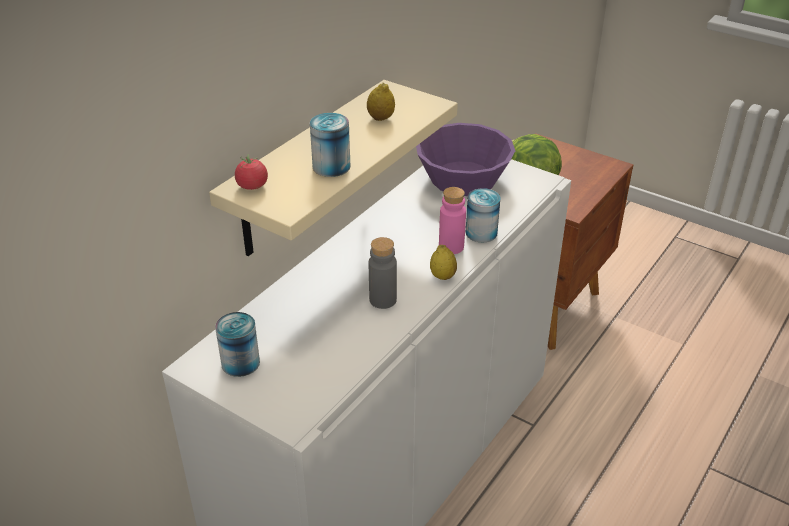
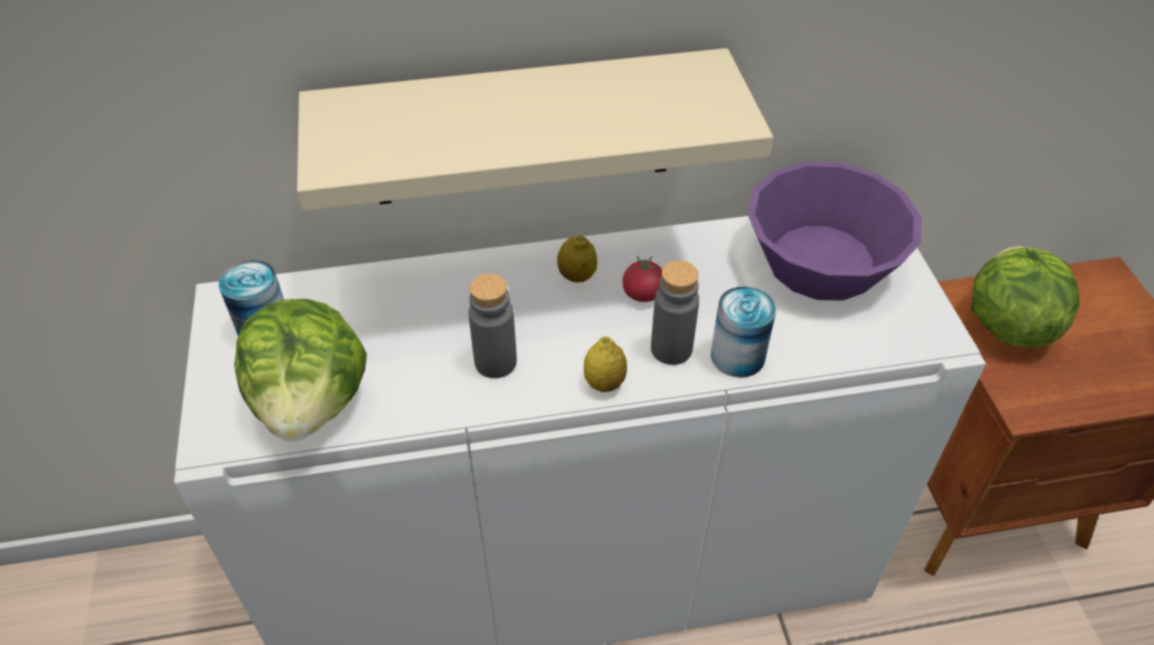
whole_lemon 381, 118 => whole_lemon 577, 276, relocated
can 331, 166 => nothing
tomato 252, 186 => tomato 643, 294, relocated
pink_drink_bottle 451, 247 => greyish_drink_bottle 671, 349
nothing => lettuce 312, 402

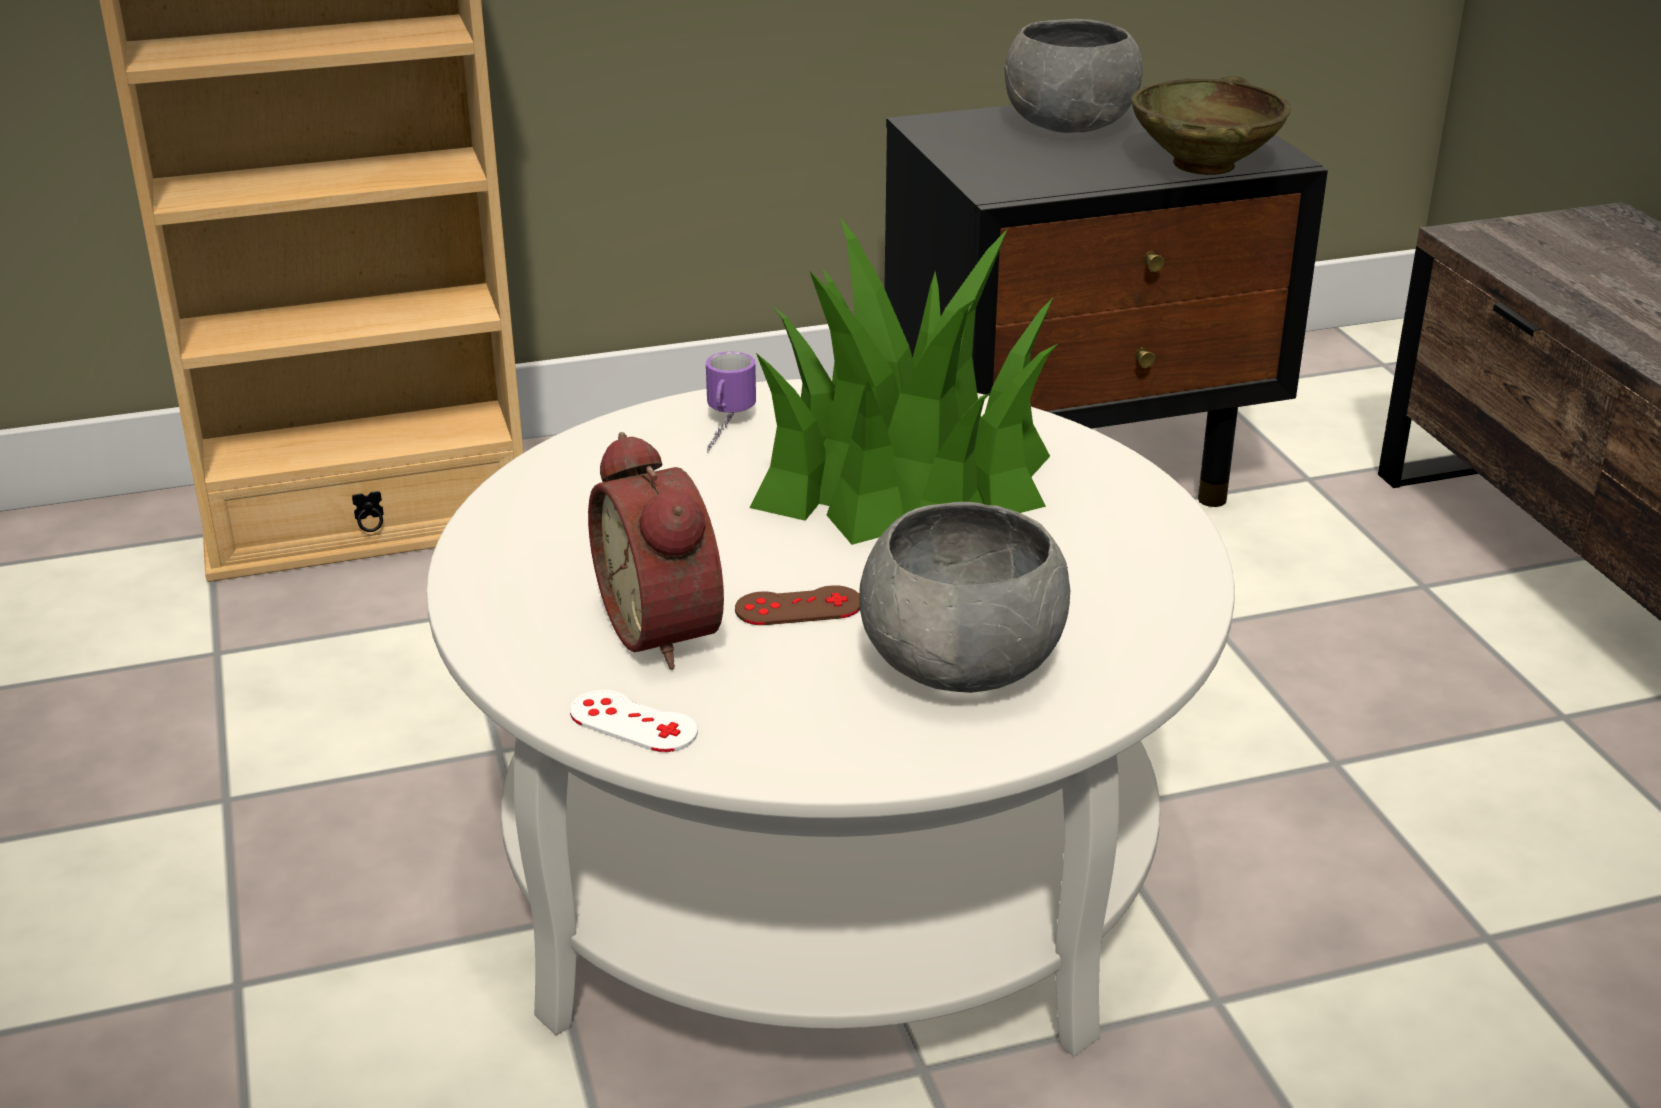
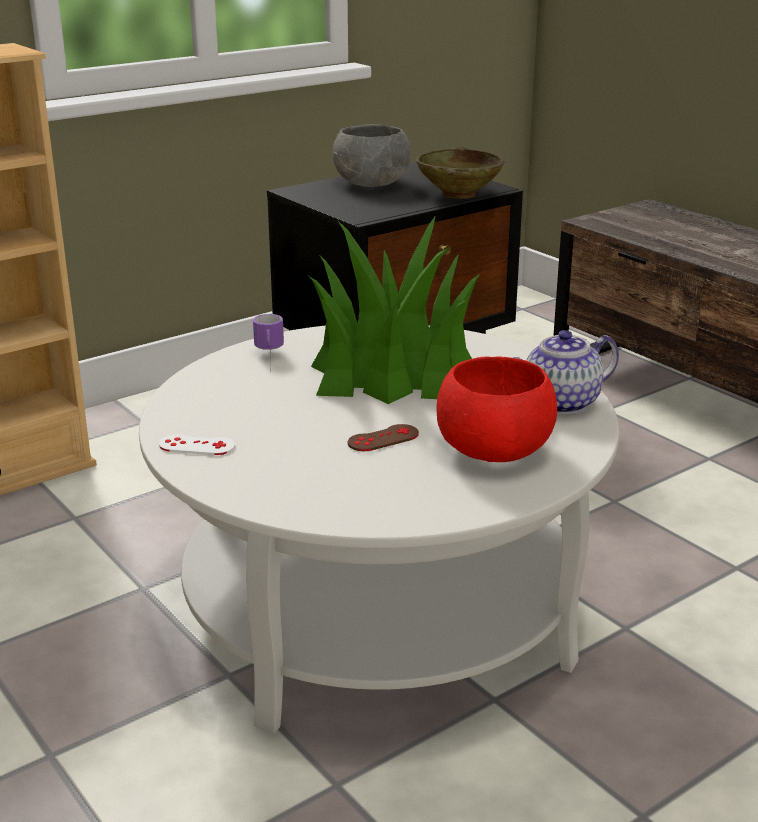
alarm_clock 669, 629 => nothing
greyish_deep_dish 959, 664 => reddish_deep_dish 492, 450
white-coloured_game_controller 633, 722 => white-coloured_game_controller 197, 445, relocated
nothing => tea_pot 561, 403

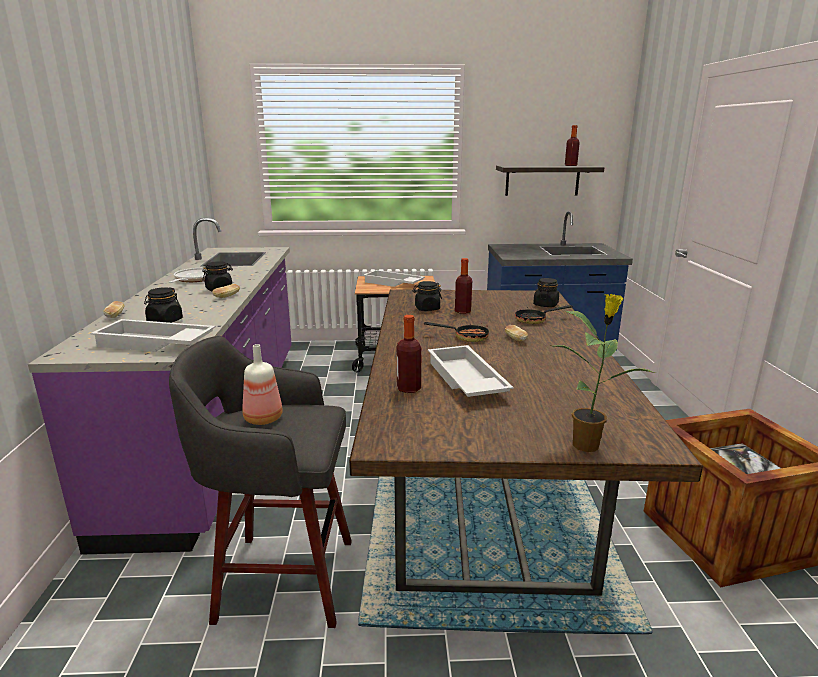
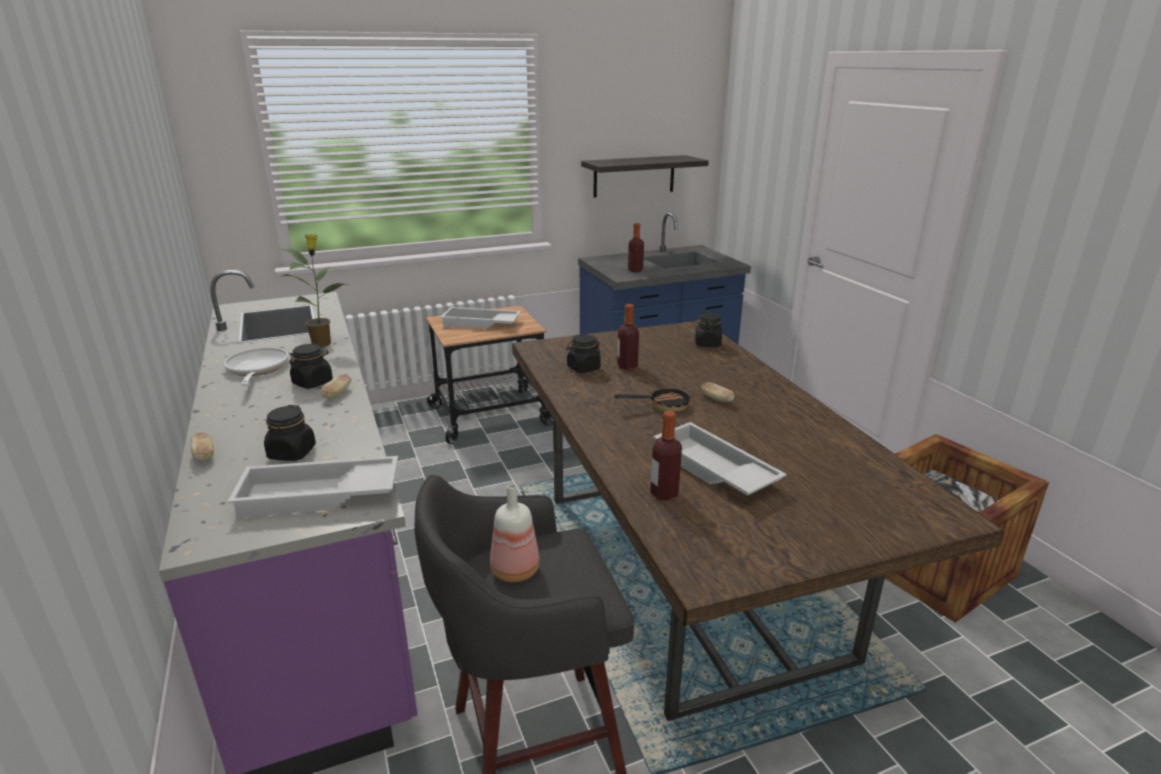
drink_bottle 570, 165 => drink_bottle 635, 270, relocated
plant_in_a_pot 587, 445 => plant_in_a_pot 323, 343, relocated
skillet 535, 320 => nothing

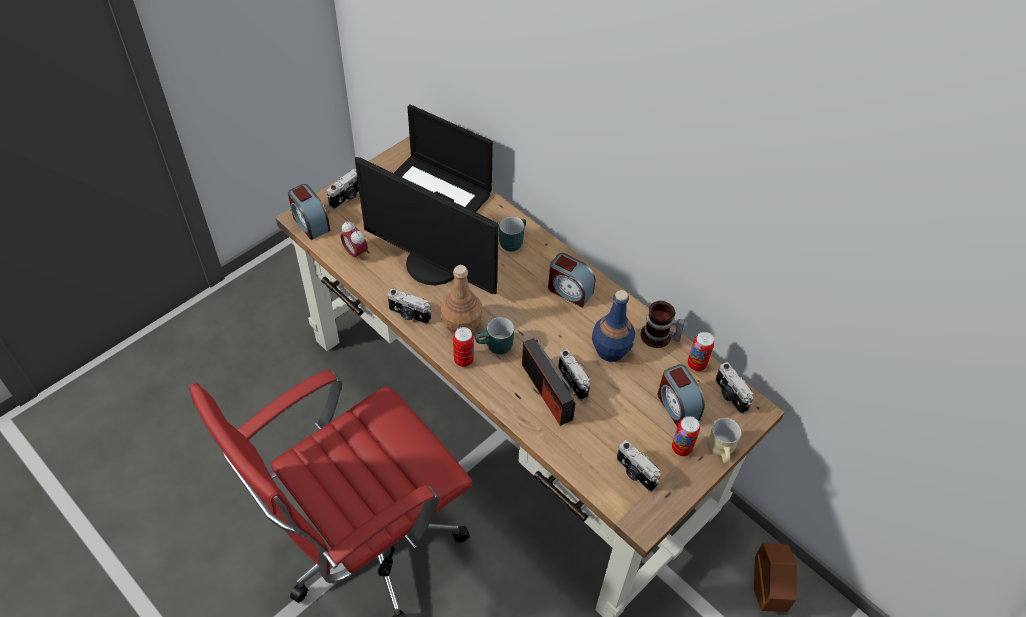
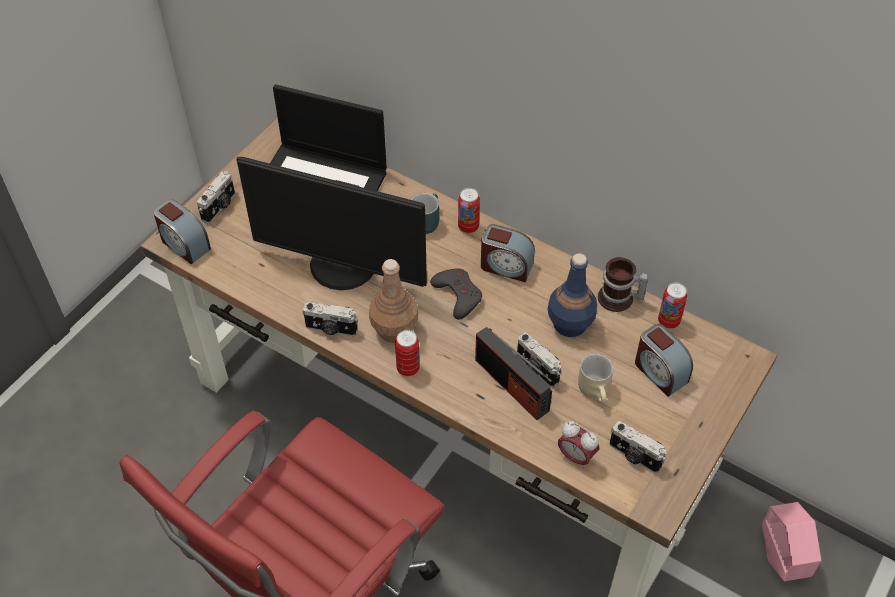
alarm_clock 355, 253 => alarm_clock 576, 456, relocated
blue-green_mug 495, 347 => nothing
still_camera 729, 395 => nothing
can 681, 448 => can 468, 227, relocated
sand-coloured_mug 722, 450 => sand-coloured_mug 597, 391, relocated
brown_plant_pot 766, 590 => pink_plant_pot 781, 558
nothing => greyish_game_controller 458, 295

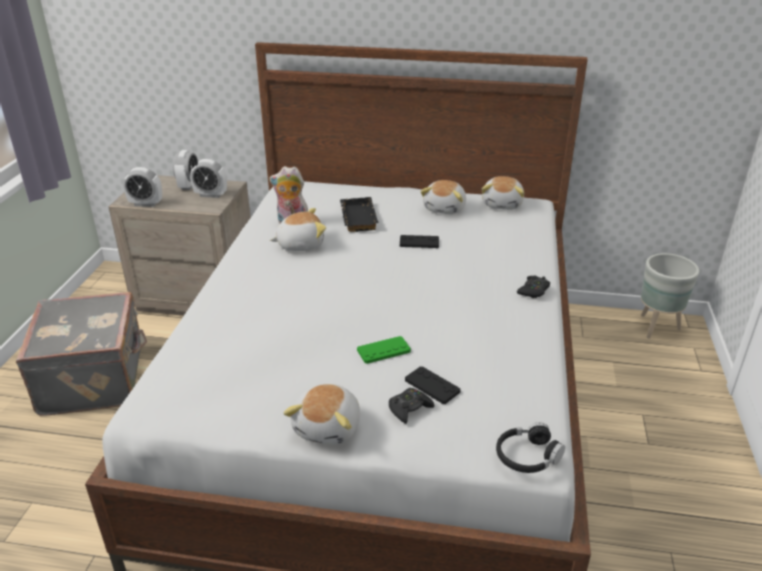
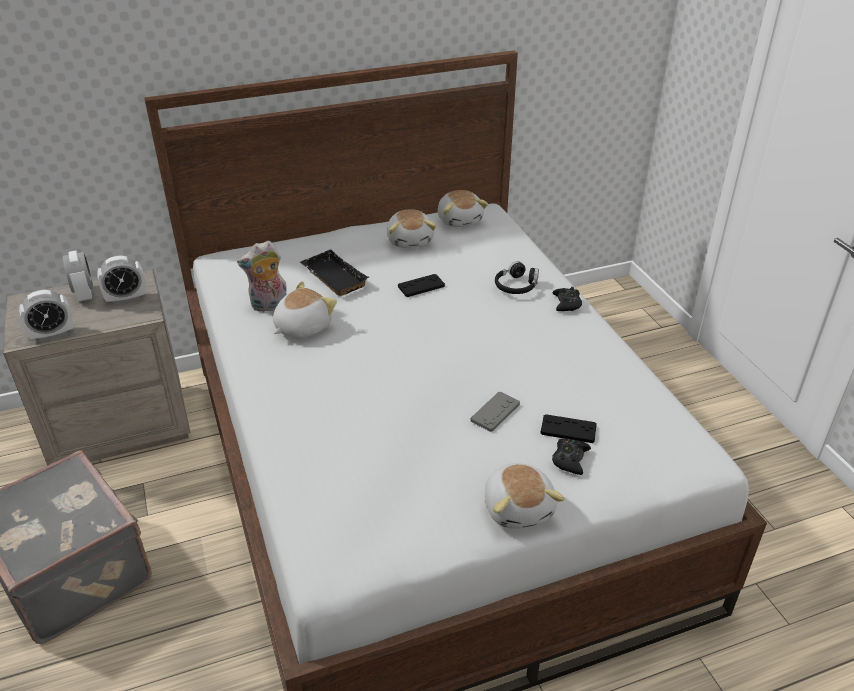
greyish_plant_pot 657, 328 => nothing
green_game_controller 383, 351 => greyish_game_controller 495, 412
black_headset 527, 456 => black_headset 516, 286, relocated

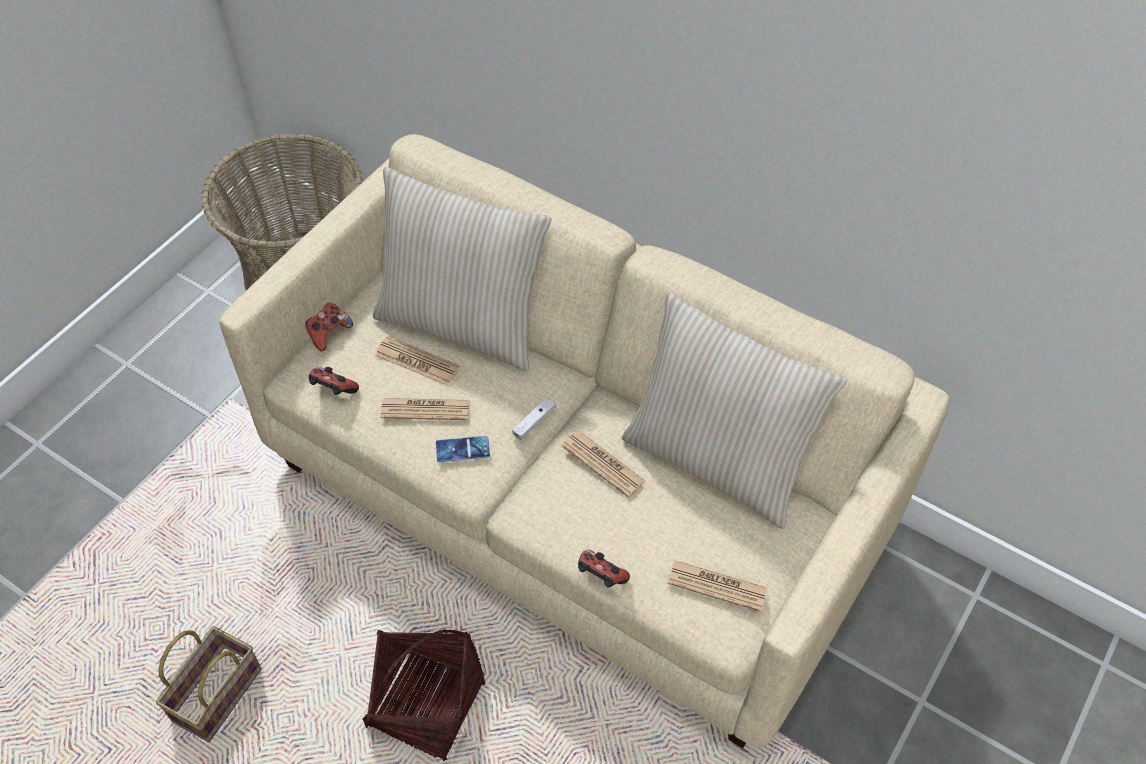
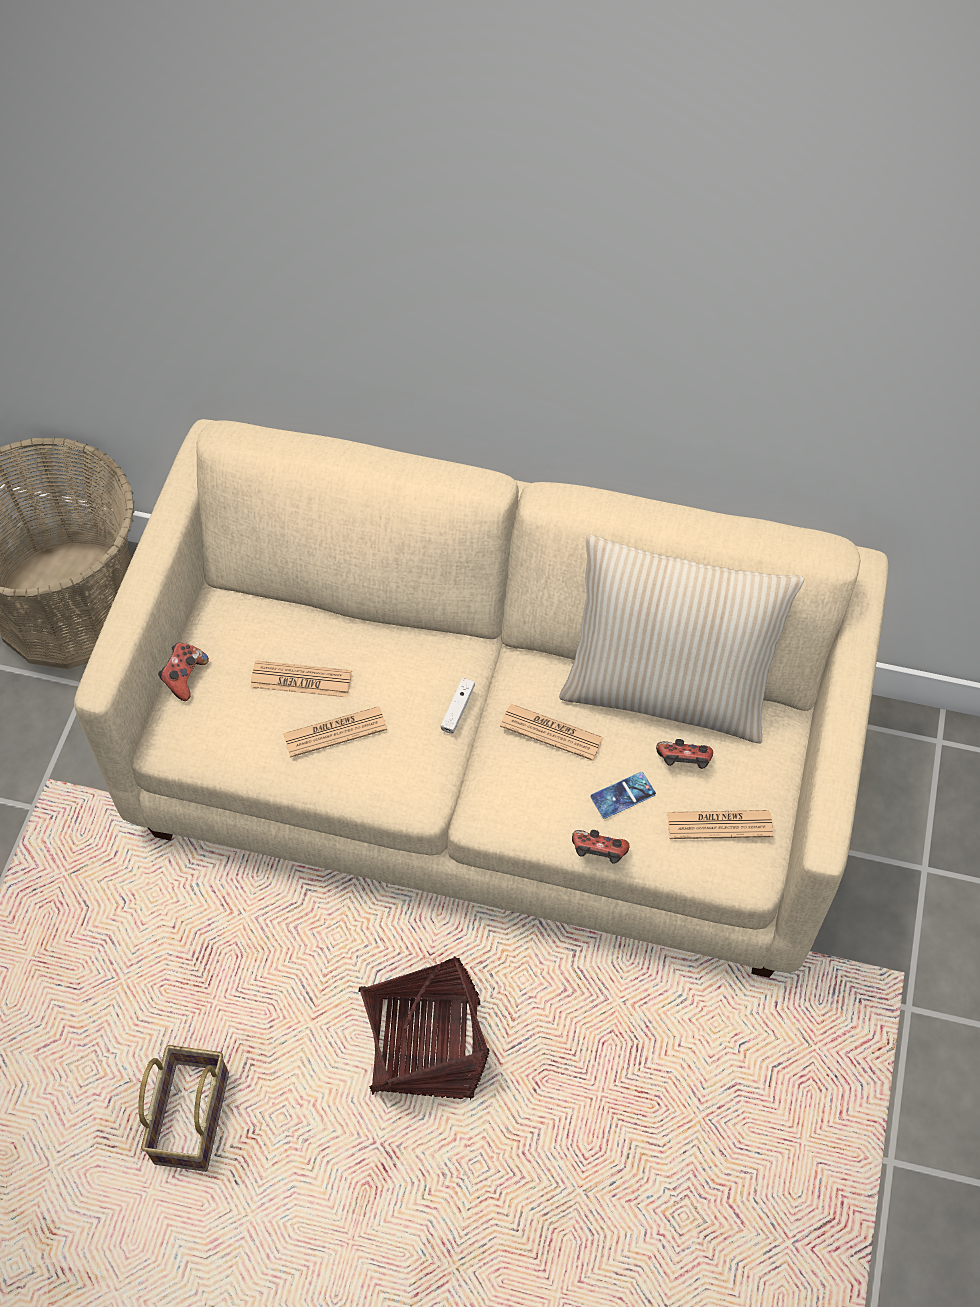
sand-coloured_throw_pillow 463, 323 => nothing
game_controller 333, 390 => game_controller 683, 763, relocated
phone 462, 449 => phone 623, 795, relocated

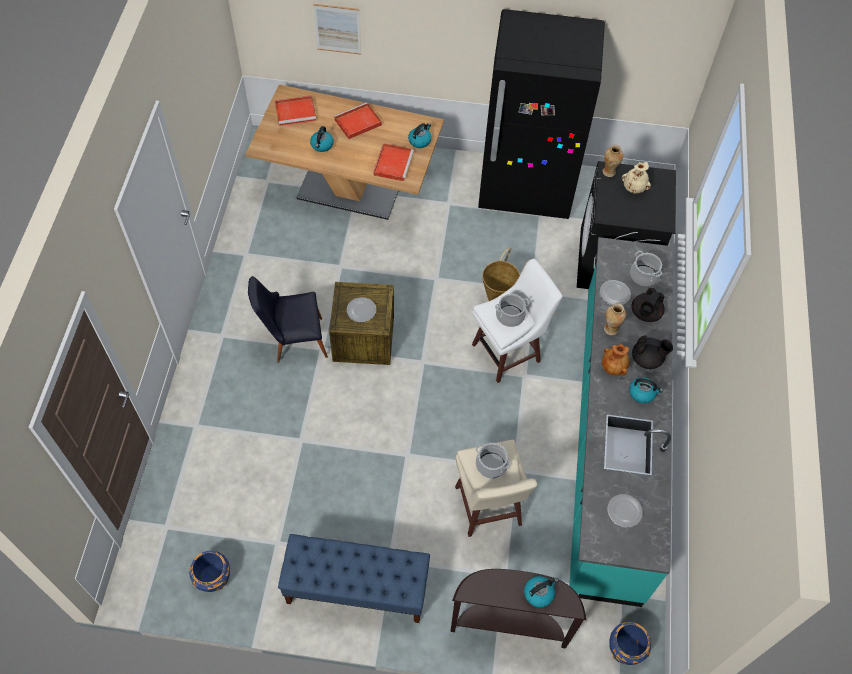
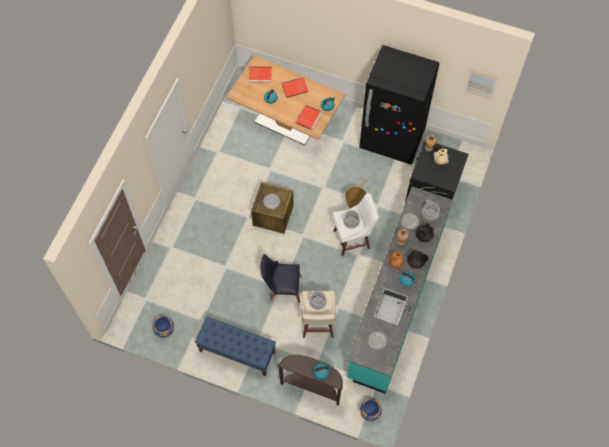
picture 337, 29 => picture 480, 84, relocated
black_plain_chair 293, 340 => black_plain_chair 282, 288, relocated

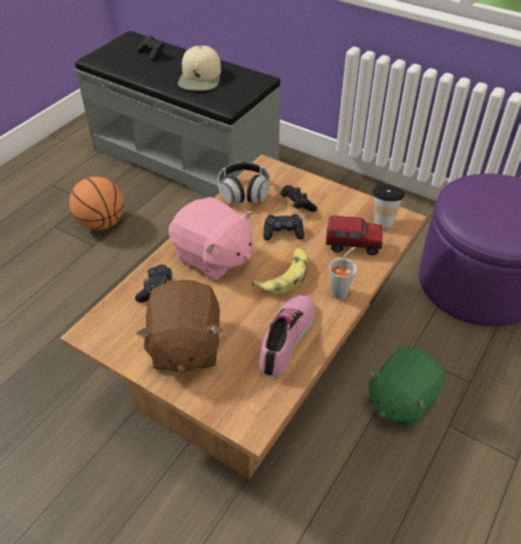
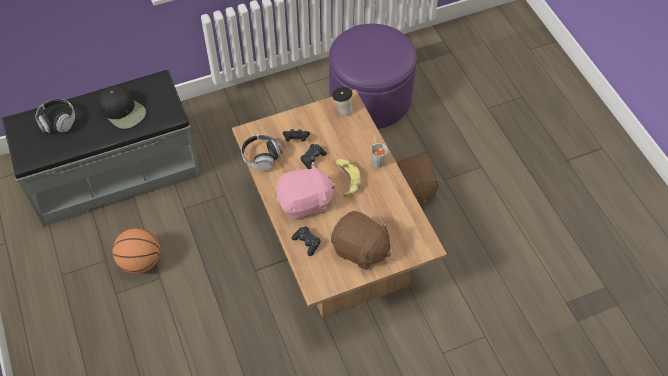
black_game_controller 152, 54 => headset 58, 122
sand-coloured_baseball_cap 200, 77 => black_baseball_cap 123, 111
toy_lorry 352, 246 => nothing
item_of_footwear 287, 338 => nothing
green_cuddly_toy 400, 400 => brown_cuddly_toy 415, 189

